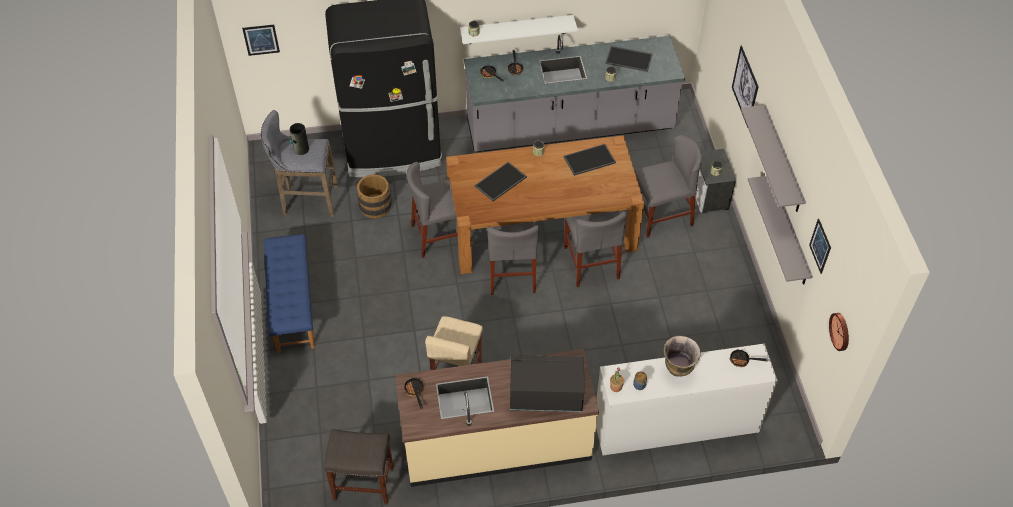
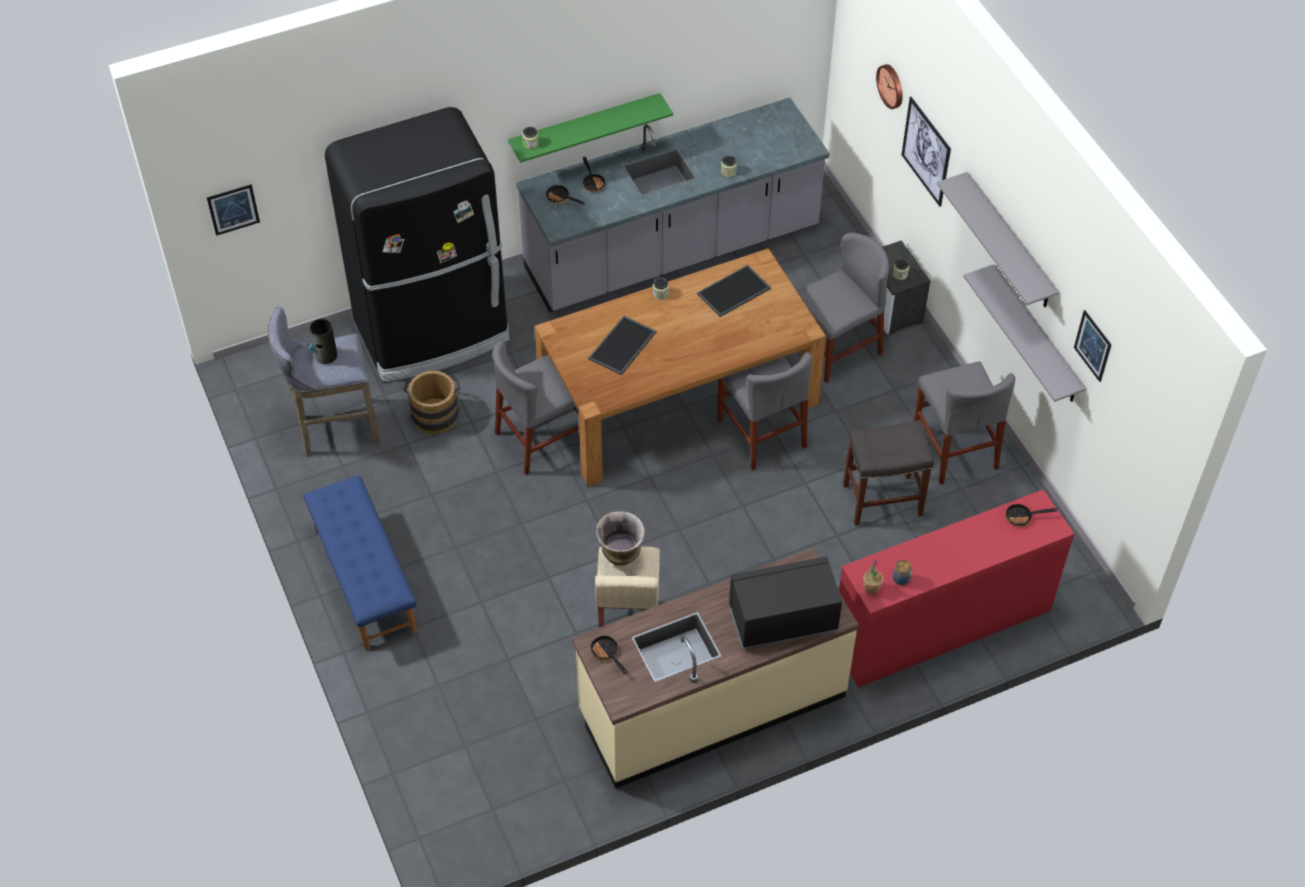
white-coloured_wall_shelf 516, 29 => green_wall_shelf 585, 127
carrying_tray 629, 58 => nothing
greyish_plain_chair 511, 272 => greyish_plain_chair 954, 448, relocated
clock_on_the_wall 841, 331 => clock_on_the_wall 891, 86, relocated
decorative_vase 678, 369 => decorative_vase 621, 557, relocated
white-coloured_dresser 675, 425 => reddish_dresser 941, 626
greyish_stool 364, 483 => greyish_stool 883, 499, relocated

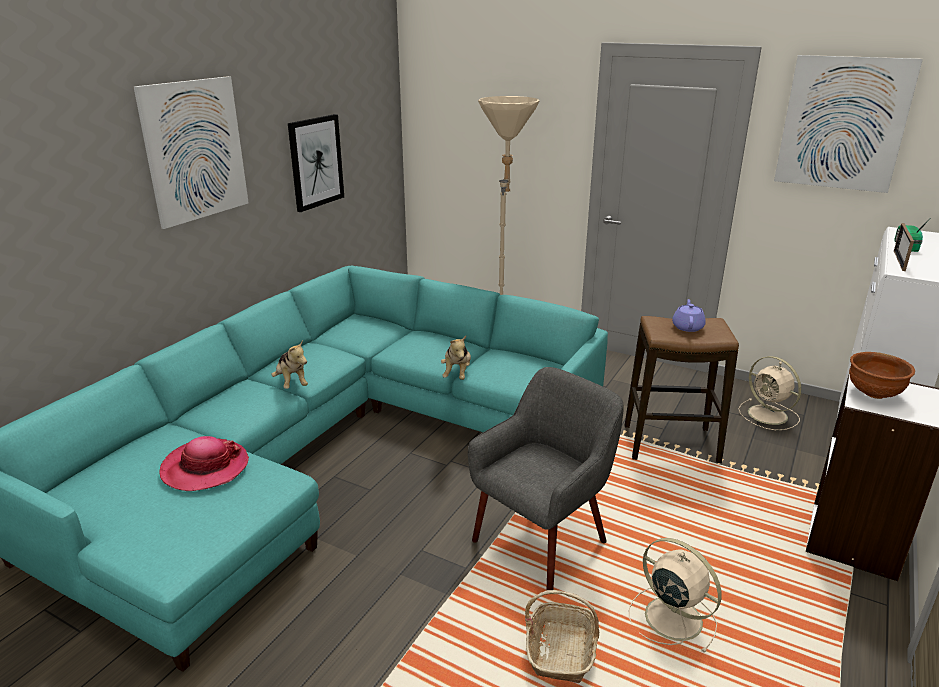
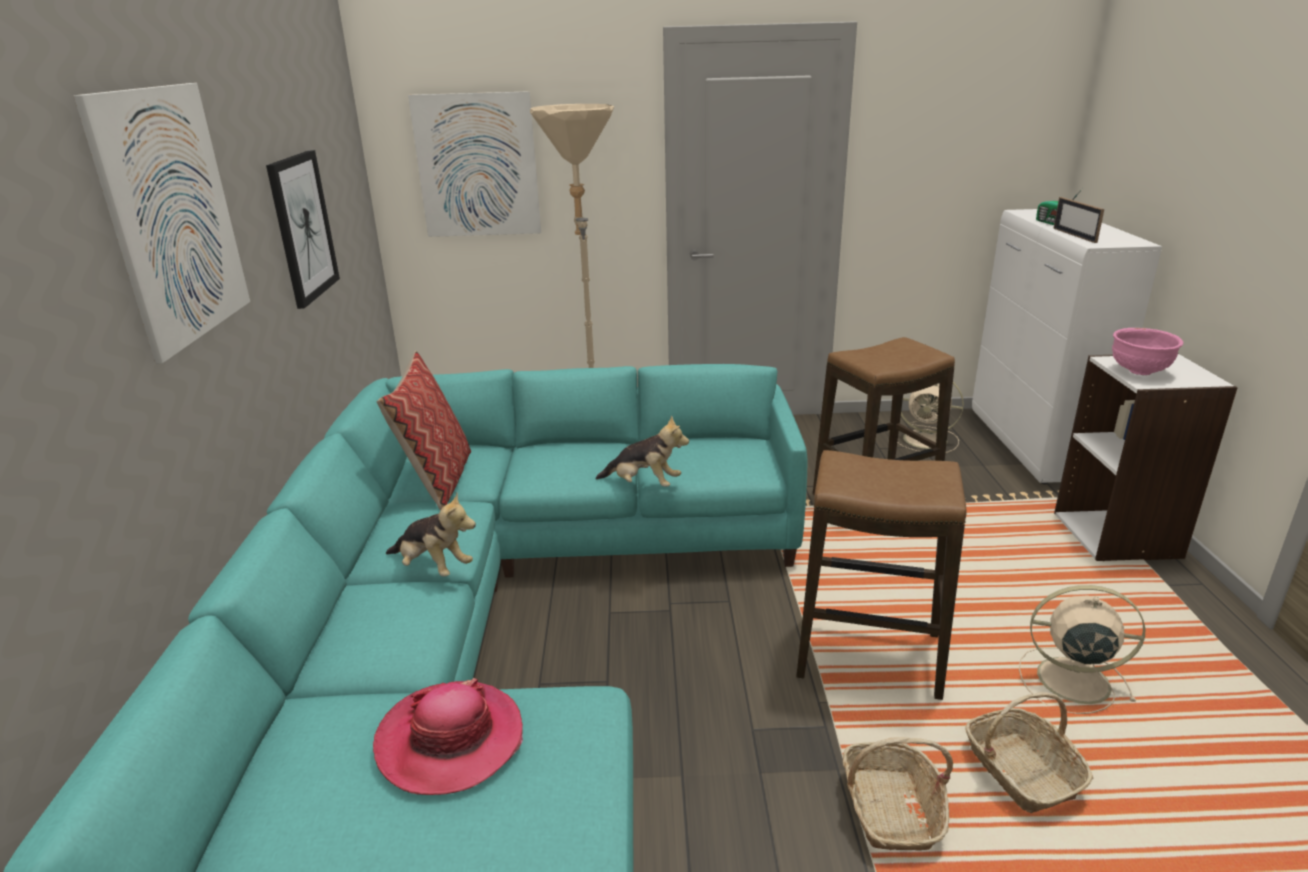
picture 843, 124 => picture 477, 166, relocated
purple-coloured_tea_pot 687, 327 => nothing
cuddly_toy 457, 374 => cuddly_toy 644, 484, 45 degrees counterclockwise
brown_deep_dish 873, 394 => pink_deep_dish 1139, 372
greyish_lounge_chair 542, 541 => stool 869, 655
nothing => throw_pillow 437, 480
nothing => storage_basket 891, 809

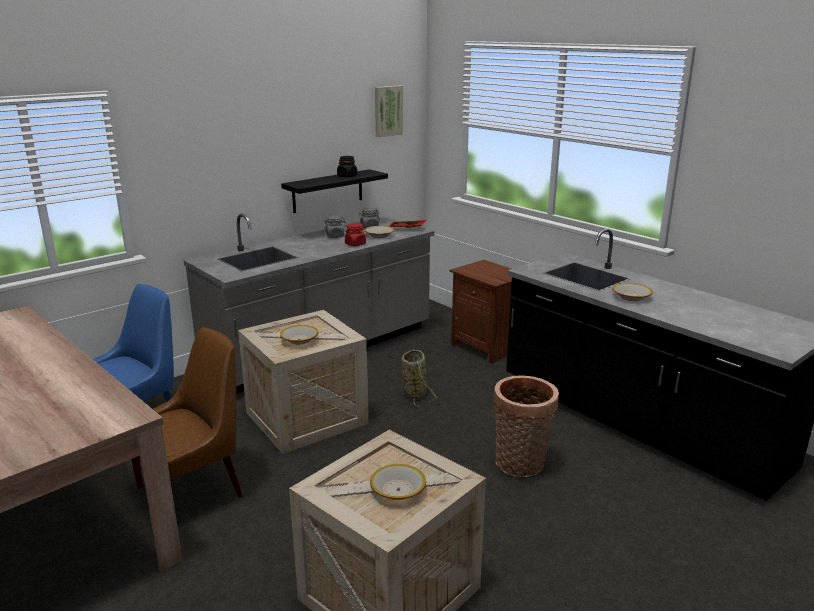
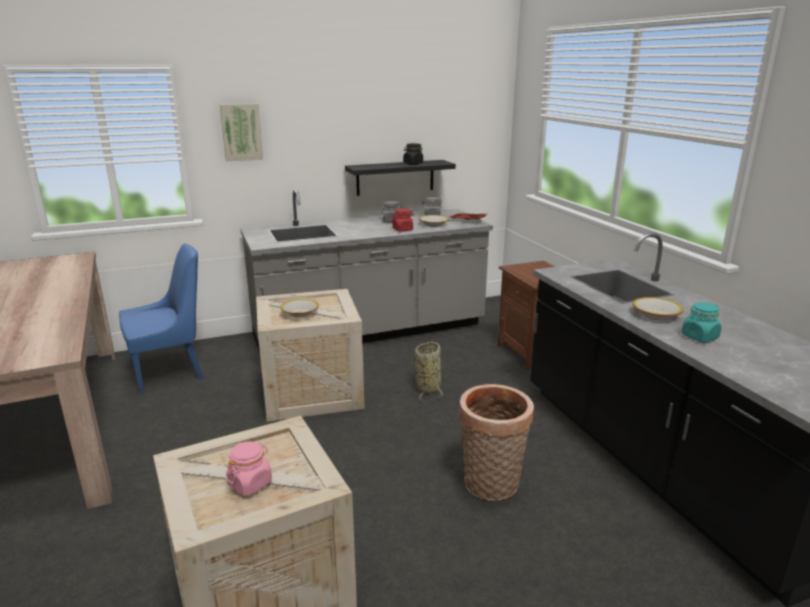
picture 387, 111 => picture 241, 132, relocated
brown_plain_chair 194, 490 => nothing
deep_dish 398, 490 => pink_jar 250, 483
nothing => blue-green_jar 699, 337

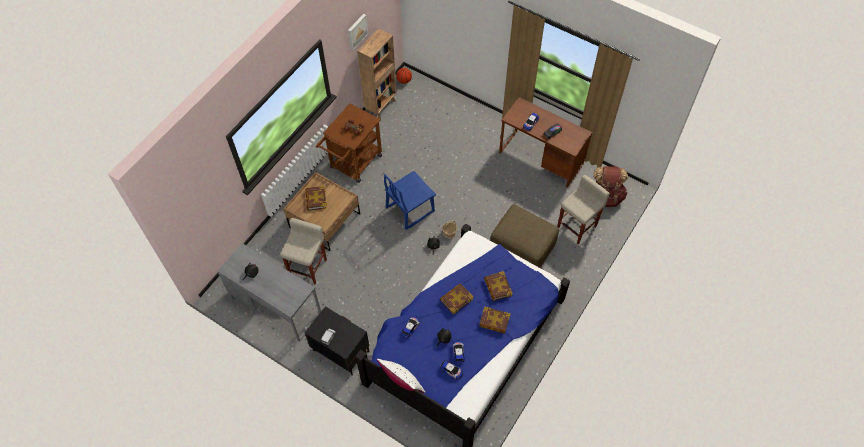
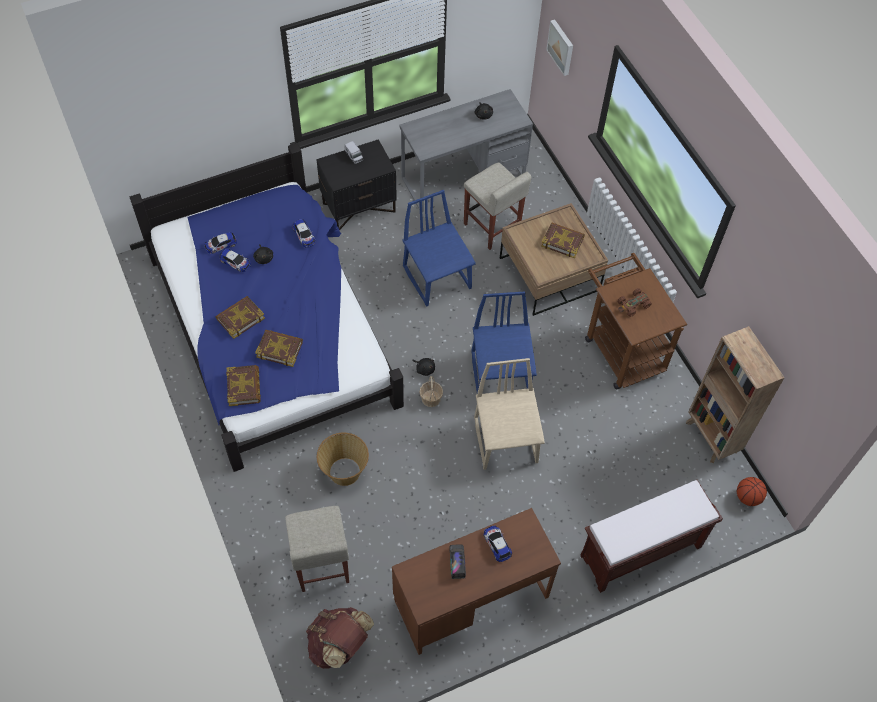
picture 356, 31 => picture 561, 47, relocated
brown_ottoman 522, 247 => storage_basket 344, 471
bound_book 456, 299 => bound_book 244, 387, relocated
white-coloured_throw_pillow 402, 383 => nothing
nothing => blue-coloured_plain_chair 437, 277
nothing => sand-coloured_plain_chair 506, 440
nothing => brown_indoor_bench 640, 552

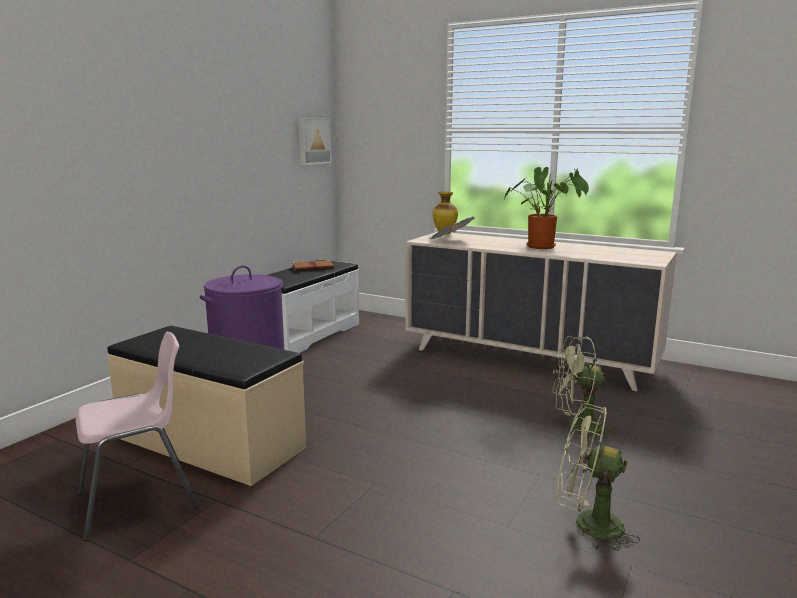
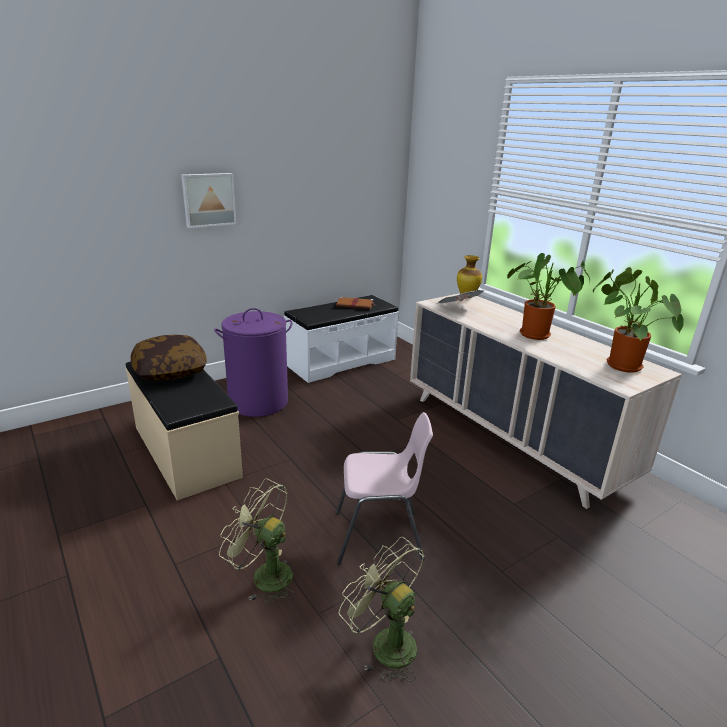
picture 313, 141 => picture 208, 199, relocated
pink_plain_chair 139, 501 => pink_plain_chair 379, 537, relocated
green_electric_fan 578, 427 => green_electric_fan 264, 575, relocated
nothing => plant_in_a_pot 619, 365
nothing => throw_pillow 170, 370

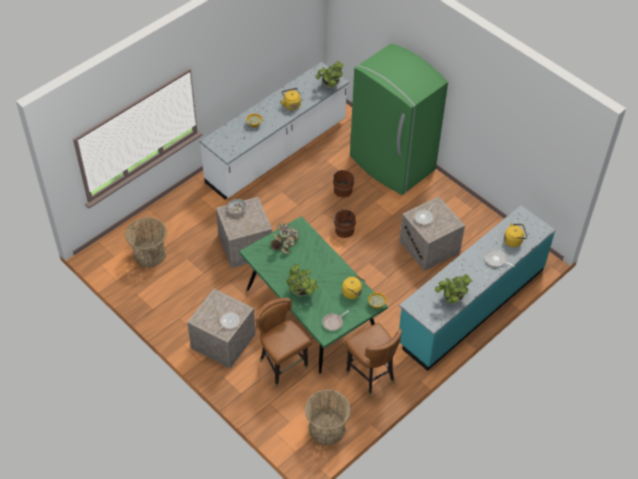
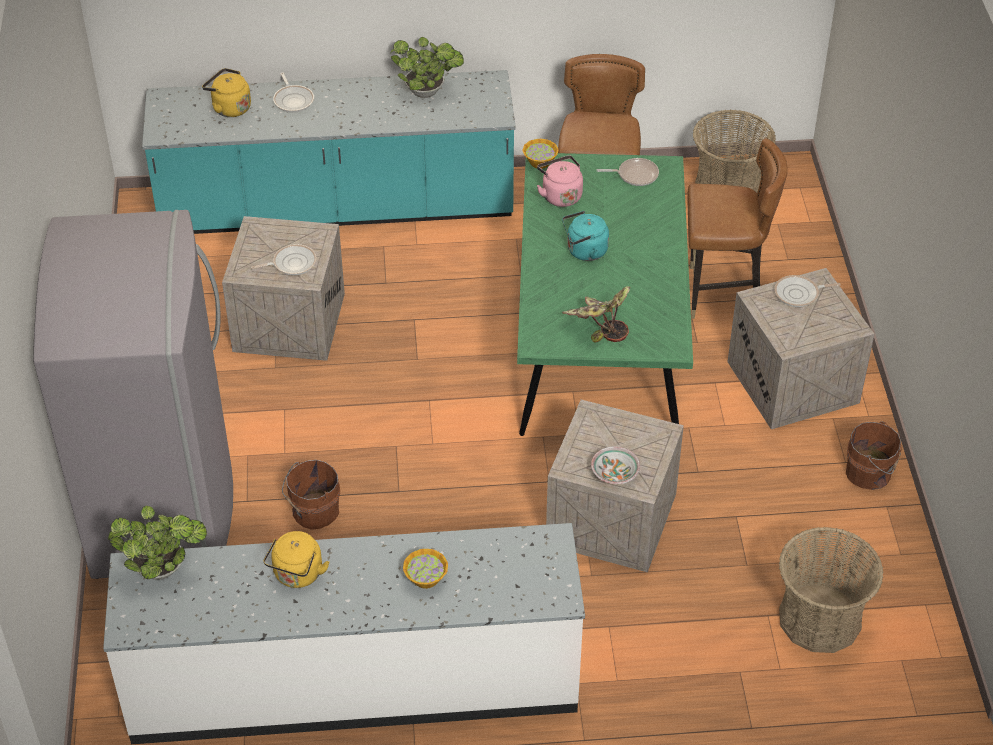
green_kitchen_fridge 391, 164 => greyish_kitchen_fridge 163, 503
brown_pail 343, 230 => brown_pail 870, 473, relocated
plant_in_a_pot 302, 293 => nothing
yellow-coloured_tea_kettle 353, 293 => pink_tea_kettle 560, 195
brown_plain_chair 283, 366 => brown_plain_chair 722, 294, 90 degrees counterclockwise
nothing => blue-green_tea_kettle 584, 251

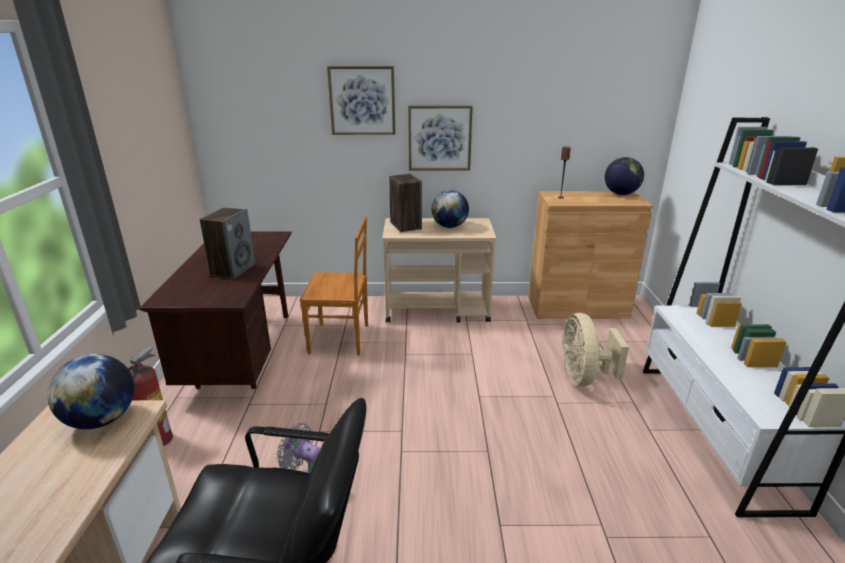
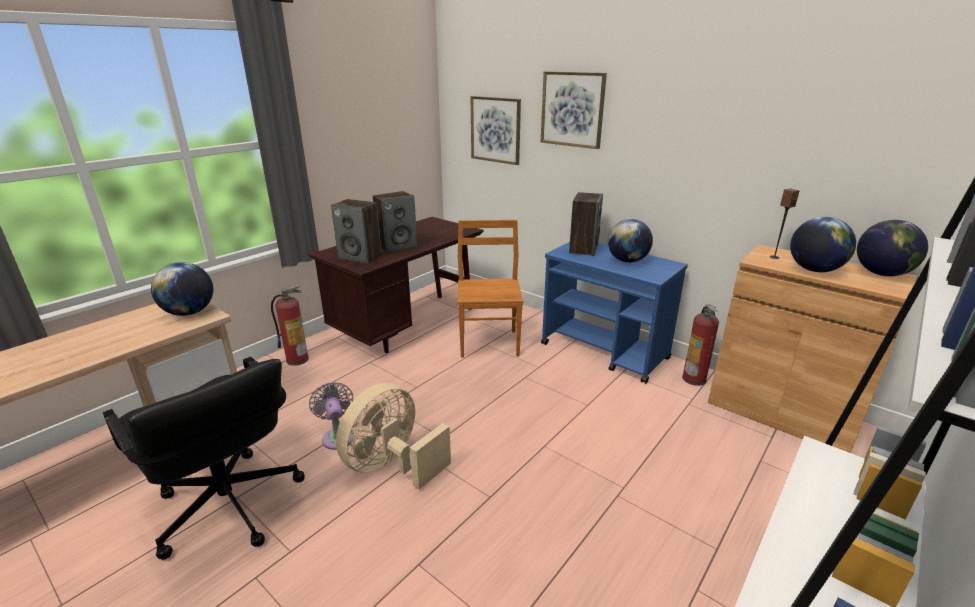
picture 439, 138 => picture 495, 130, relocated
brown_plain_chair 341, 339 => brown_plain_chair 489, 342, 135 degrees counterclockwise
sand-coloured_cart 438, 310 => blue-coloured_cart 605, 351
sand-coloured_electric_fan 583, 377 => sand-coloured_electric_fan 392, 466, relocated
nothing => loudspeaker 360, 257
nothing => globe 814, 270
nothing => fire_extinguisher 694, 379

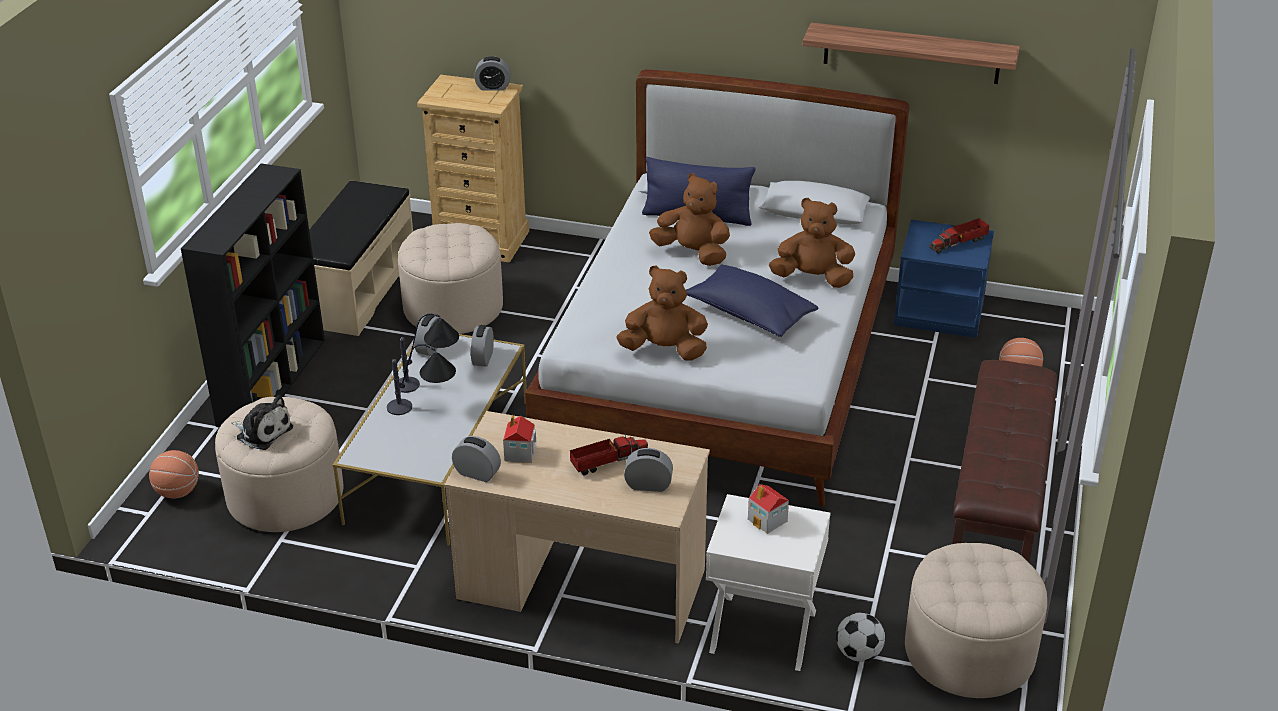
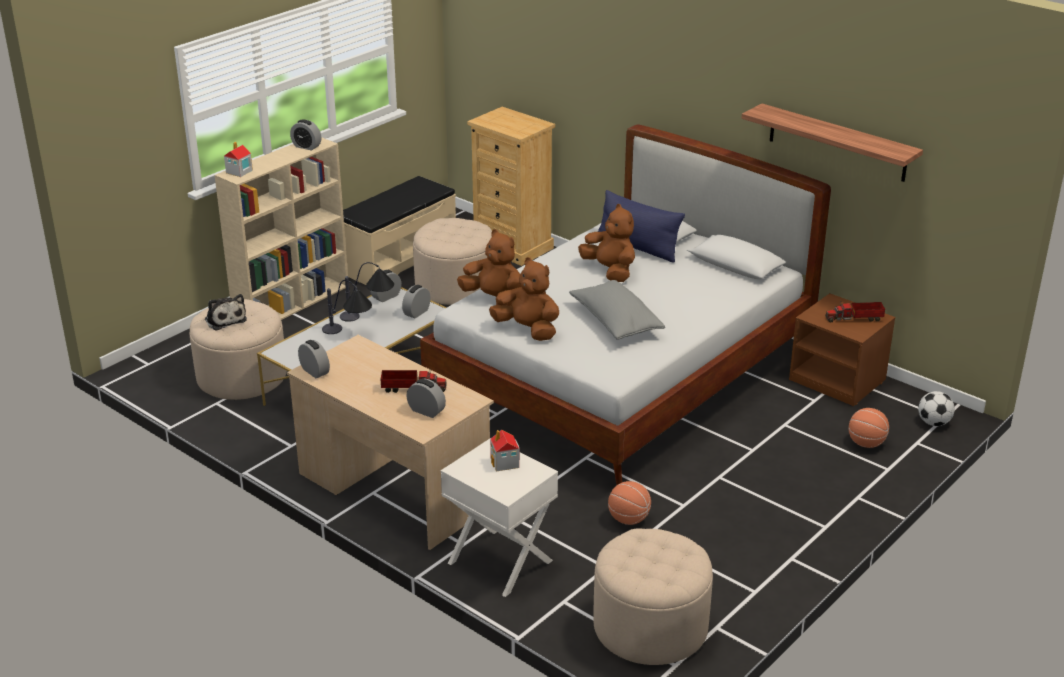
alarm_clock 493, 87 => alarm_clock 306, 146, relocated
black_bookcase 272, 381 => sand-coloured_bookcase 293, 303
brown_cuddly_toy 812, 278 => brown_cuddly_toy 494, 299, relocated
blue-coloured_bedside_table 940, 312 => brown_bedside_table 838, 380
blue-coloured_throw_pillow 749, 315 => greyish_throw_pillow 615, 322
brown_indoor_bench 998, 506 => nothing
model_house 520, 453 => model_house 239, 172, relocated
ball_for_basketball 178, 492 => ball_for_basketball 629, 519, relocated
ball_for_football 859, 654 => ball_for_football 934, 423, relocated

